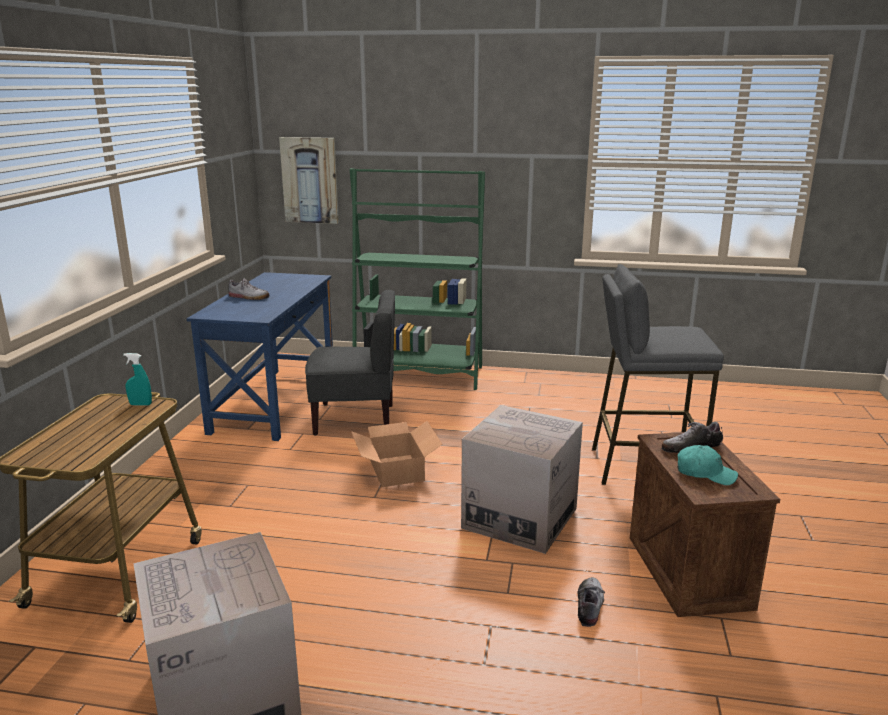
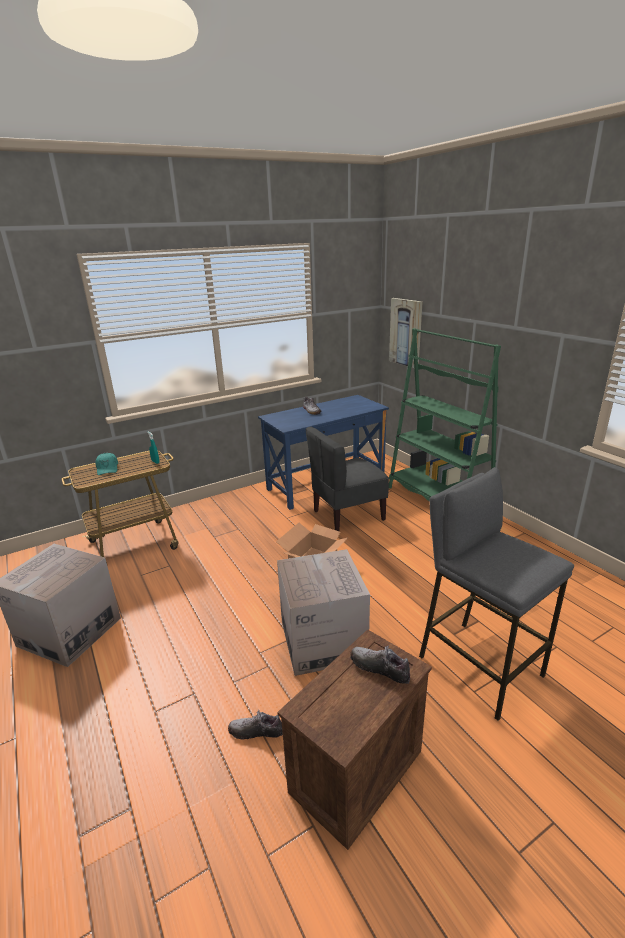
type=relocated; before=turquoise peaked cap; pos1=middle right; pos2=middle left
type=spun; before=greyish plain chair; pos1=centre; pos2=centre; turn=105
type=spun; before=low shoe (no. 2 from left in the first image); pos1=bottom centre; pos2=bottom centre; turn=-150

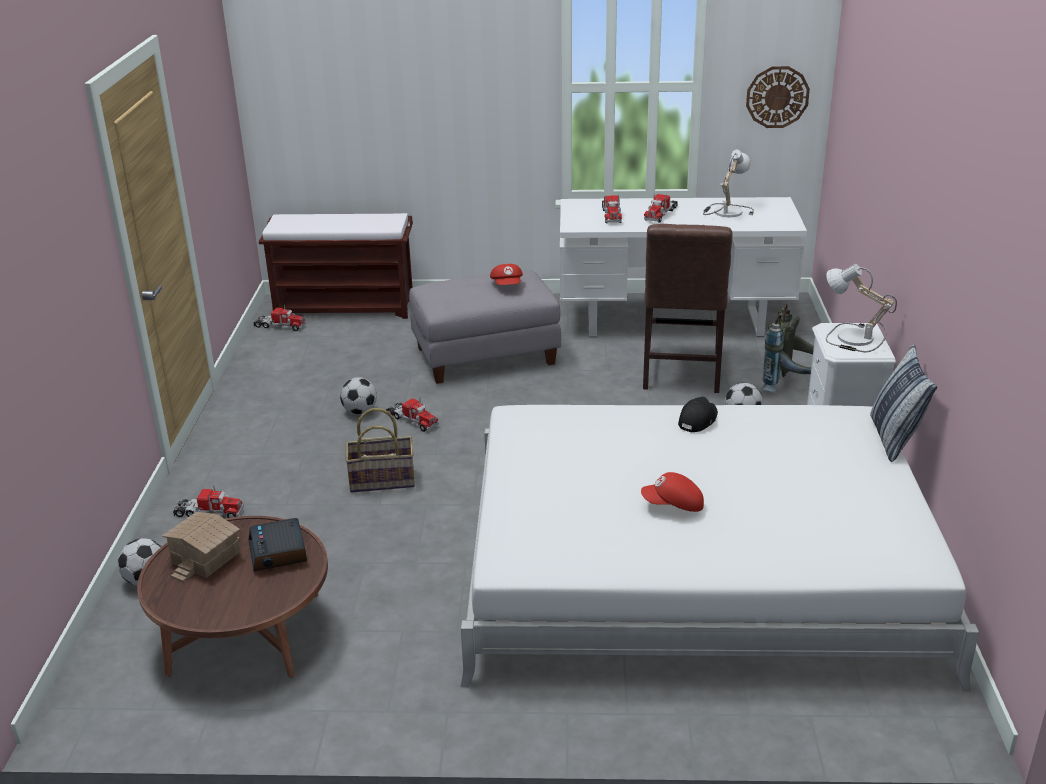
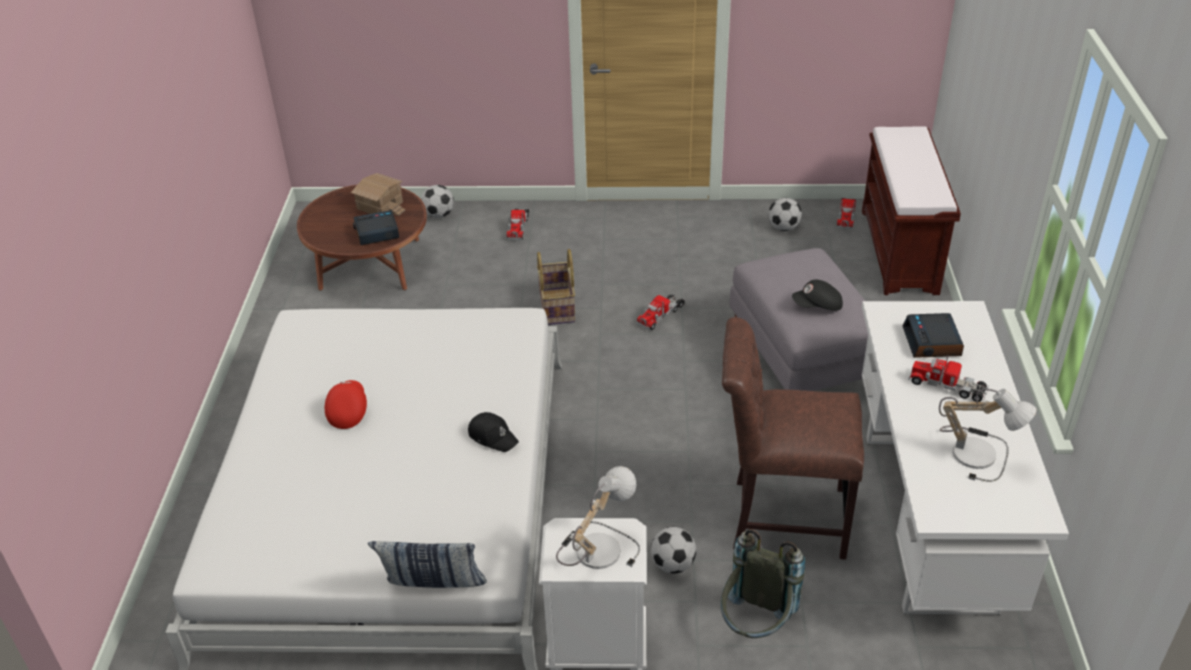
type=missing; before=hanging clock; pos1=top right
type=relocated; before=football (no. 2 from left in the first image); after=football (no. 3 from left); pos1=centre; pos2=top centre
type=exchanged; before=toy truck (no. 4 from left); after=table clock (no. 2 from left); pos1=top centre; pos2=middle right
type=colour; before=reddish peaked cap (no. 1 from left); after=black peaked cap (no. 2 from left); pos1=centre; pos2=middle right

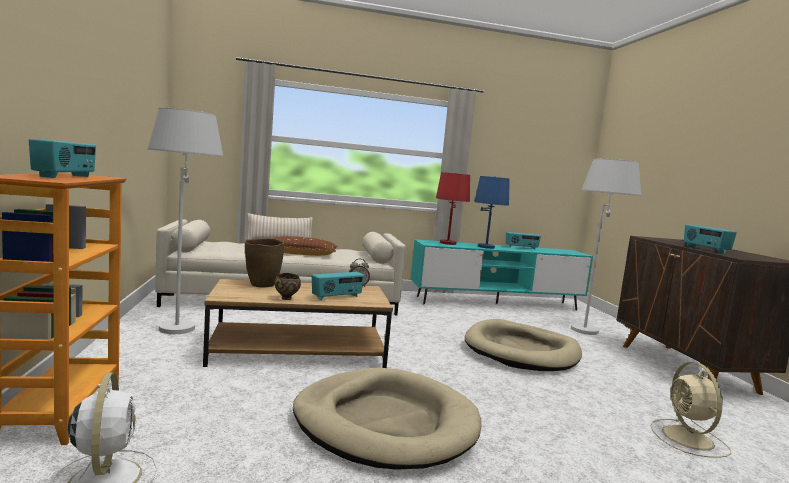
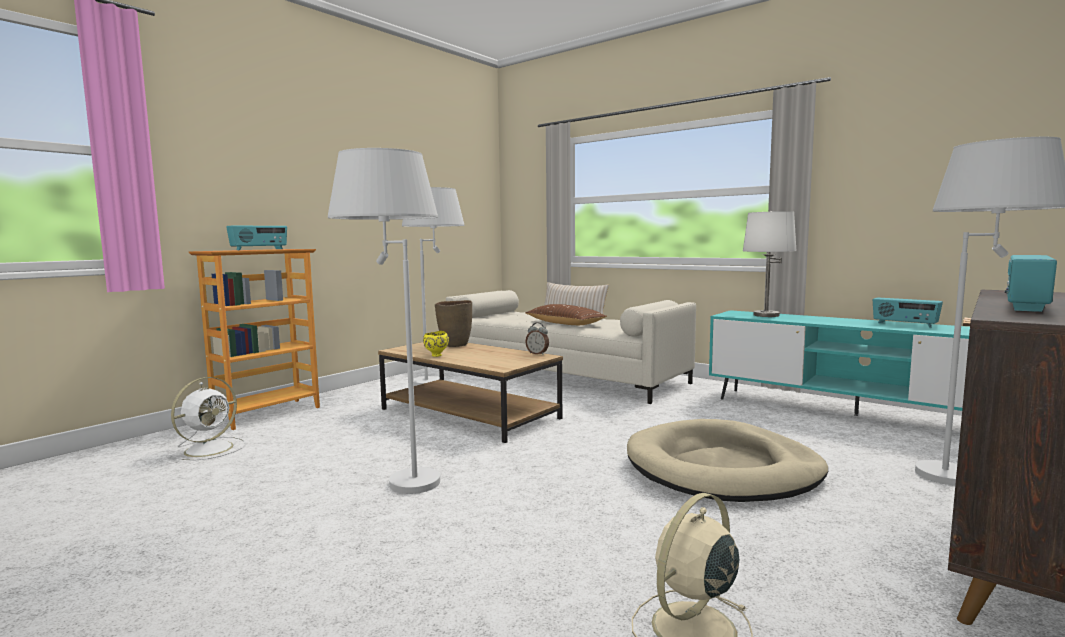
type=missing; before=radio set (no. 2 from left); pos1=centre
type=missing; before=bluish tabletop lamp; pos1=centre
type=exchanged; before=sand-coloured pet bed (no. 1 from left); after=whitish standard lamp (no. 1 from left); pos1=bottom centre; pos2=centre
type=colour; before=brown-coloured serving bowl; after=yellow-coloured serving bowl; pos1=centre; pos2=centre
type=colour; before=reddish tabletop lamp; after=whitish tabletop lamp; pos1=centre; pos2=middle right

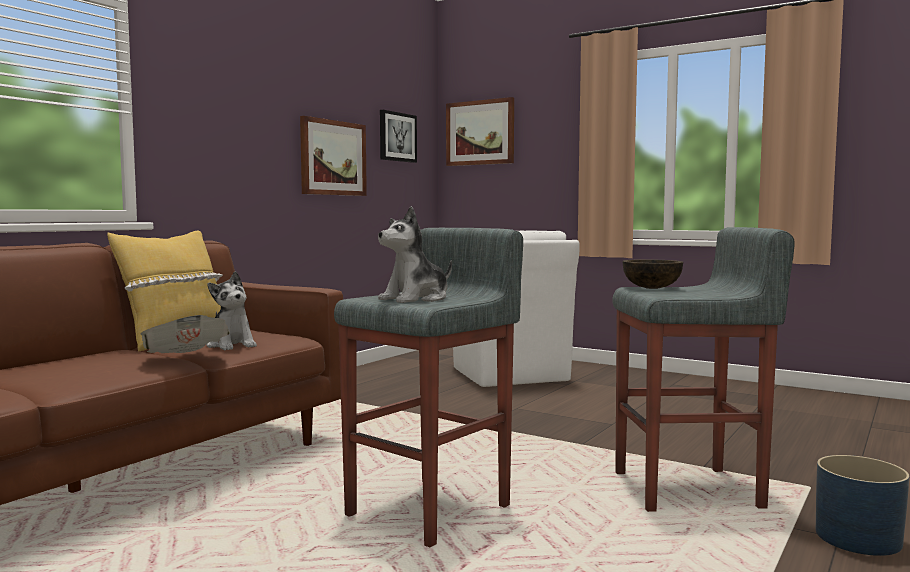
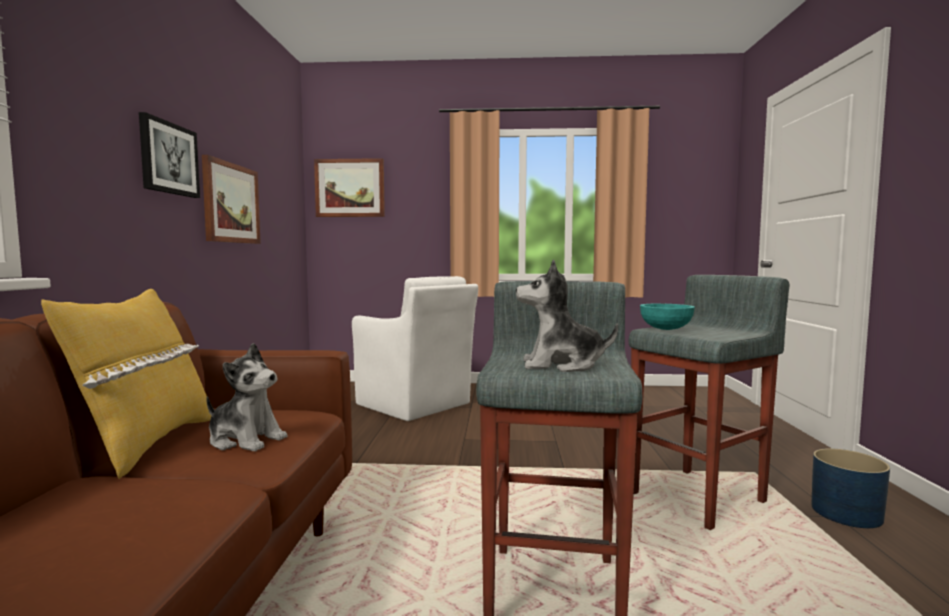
type=missing; before=printed paper; pos1=middle left
type=relocated; before=wall picture (no. 2 from left in the first image); after=wall picture (no. 1 from left); pos1=top centre; pos2=top left
type=colour; before=brown-coloured serving bowl; after=turquoise serving bowl; pos1=middle right; pos2=middle right
type=spun; before=plush toy (no. 2 from left); pos1=centre; pos2=centre; turn=75

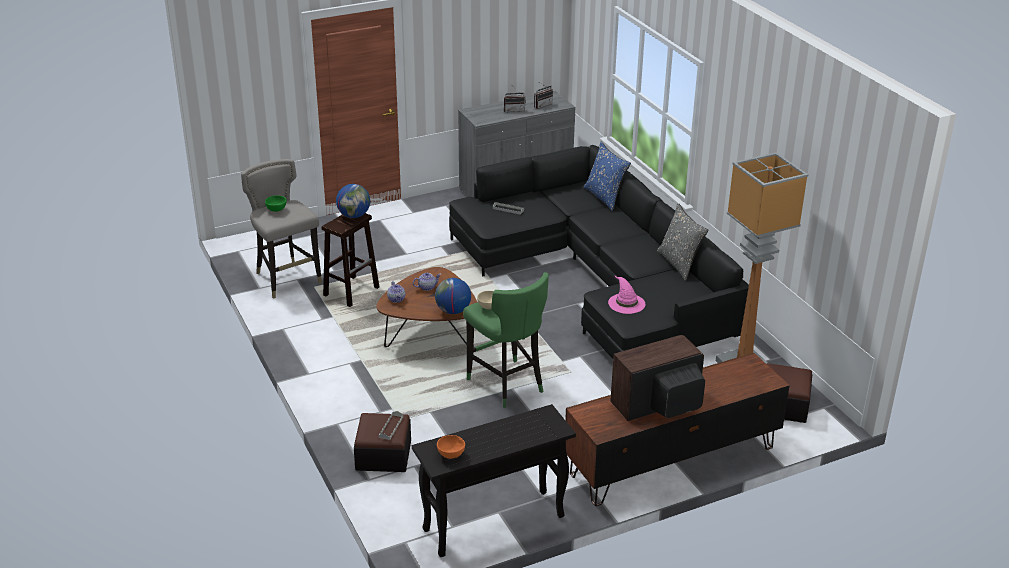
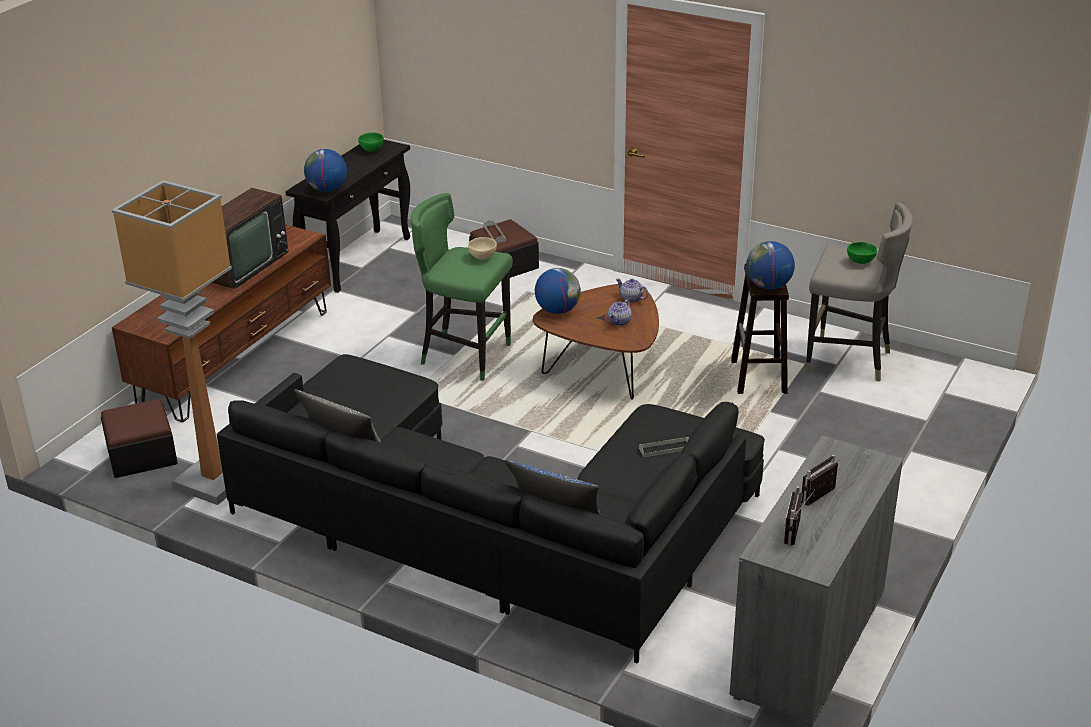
type=missing; before=pink-coloured wearable hat; pos1=centre
type=appeared; after=globe (no. 1 from left); pos2=top left
type=colour; before=orange serving bowl; after=green serving bowl (no. 1 from left); pos1=bottom centre; pos2=top centre

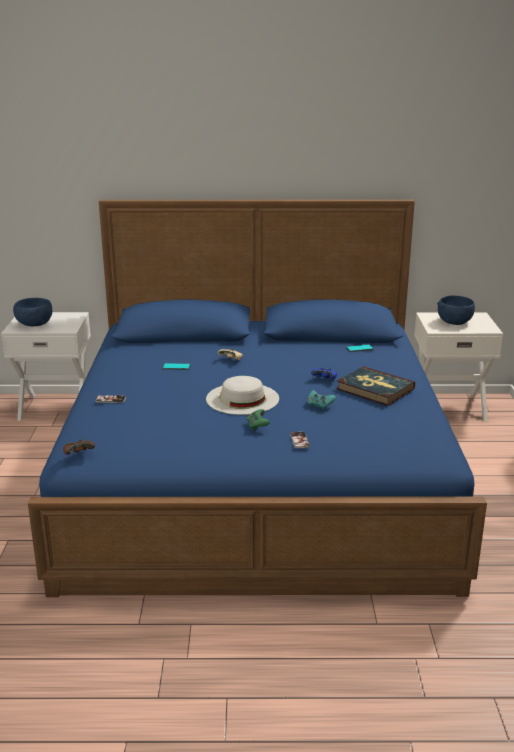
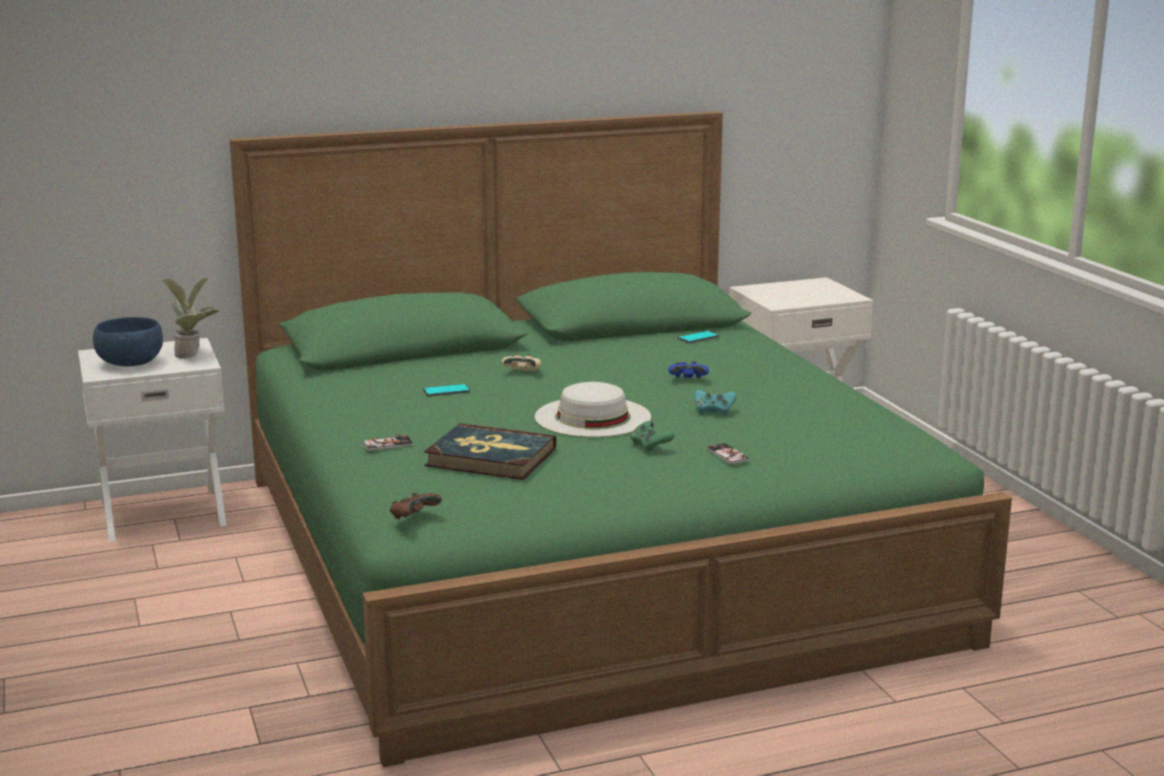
type=missing; before=bluish serving bowl (no. 2 from left); pos1=middle right
type=appeared; after=potted plant; pos2=middle left
type=relocated; before=bound book; pos1=middle right; pos2=centre
type=colour; before=bluish bedroom bed; after=green bedroom bed; pos1=centre; pos2=centre

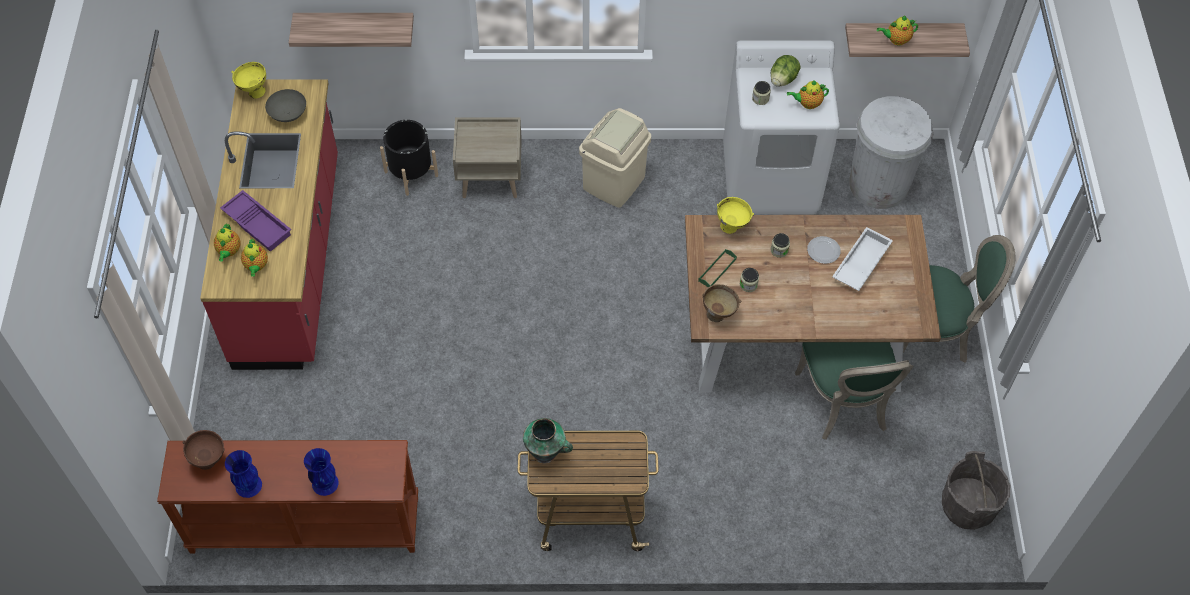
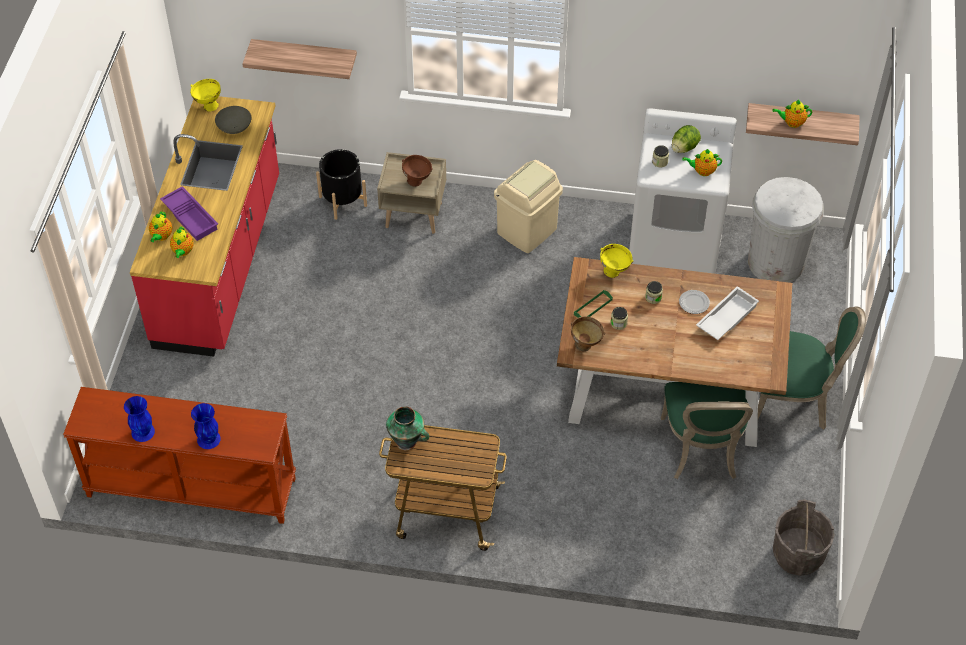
type=relocated; before=brown-coloured serving bowl (no. 1 from left); pos1=bottom left; pos2=top centre

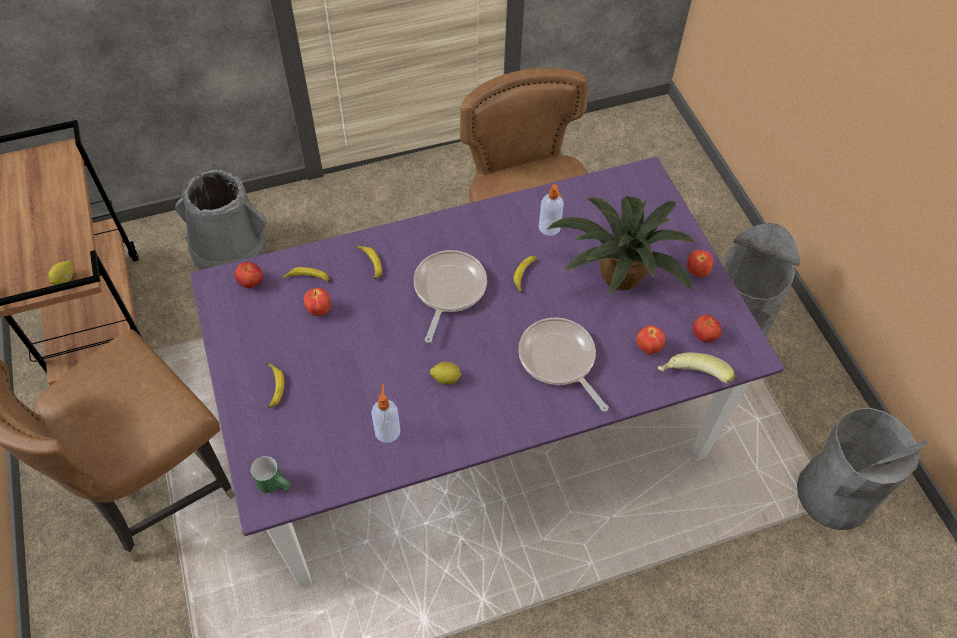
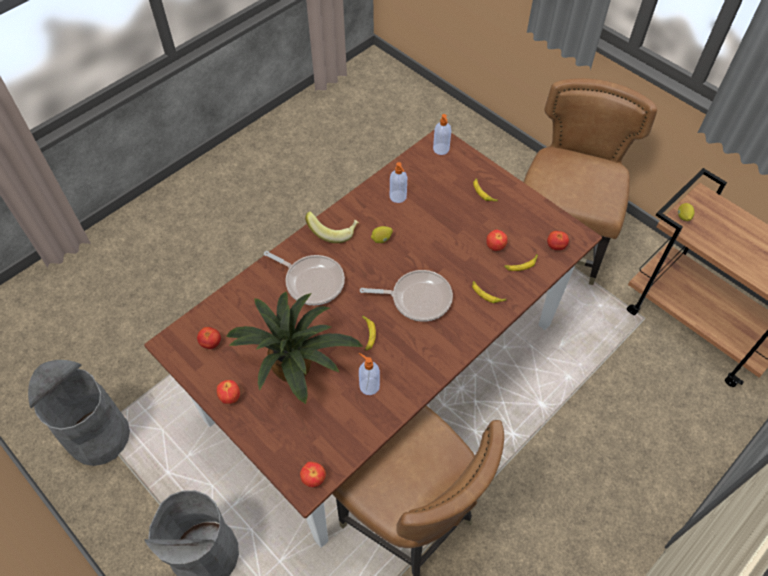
type=missing; before=greyish water bucket; pos1=middle left
type=relocated; before=apple (no. 2 from left); pos1=middle right; pos2=bottom centre
type=relocated; before=banana (no. 5 from left in the first image); after=banana (no. 1 from left); pos1=middle right; pos2=centre
type=exchanged; before=green coffee mug; after=soap bottle (no. 3 from left); pos1=bottom left; pos2=top centre
type=colour; before=purplish dinner table; after=brown-coloured dinner table; pos1=centre; pos2=centre
type=spun; before=frying pan (no. 1 from left in the first image); pos1=centre; pos2=centre; turn=-75

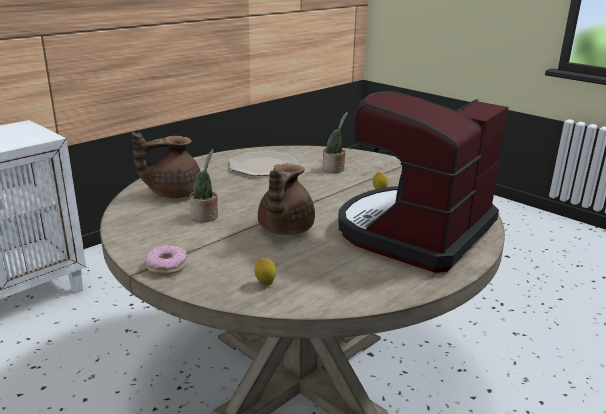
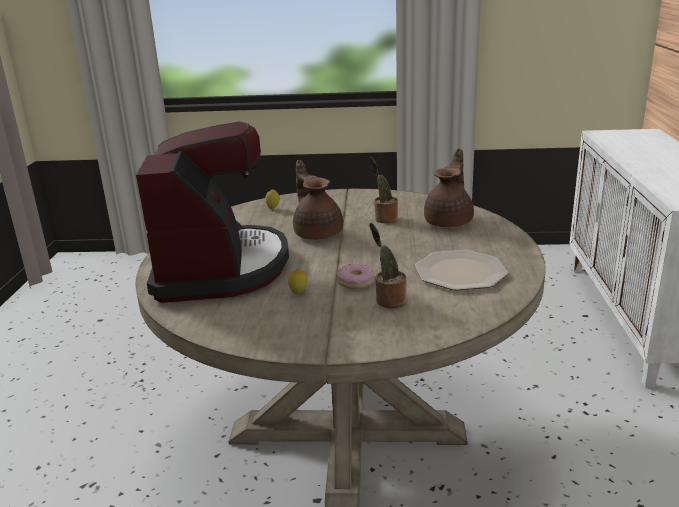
type=relocated; before=ring doughnut; pos1=middle left; pos2=centre

